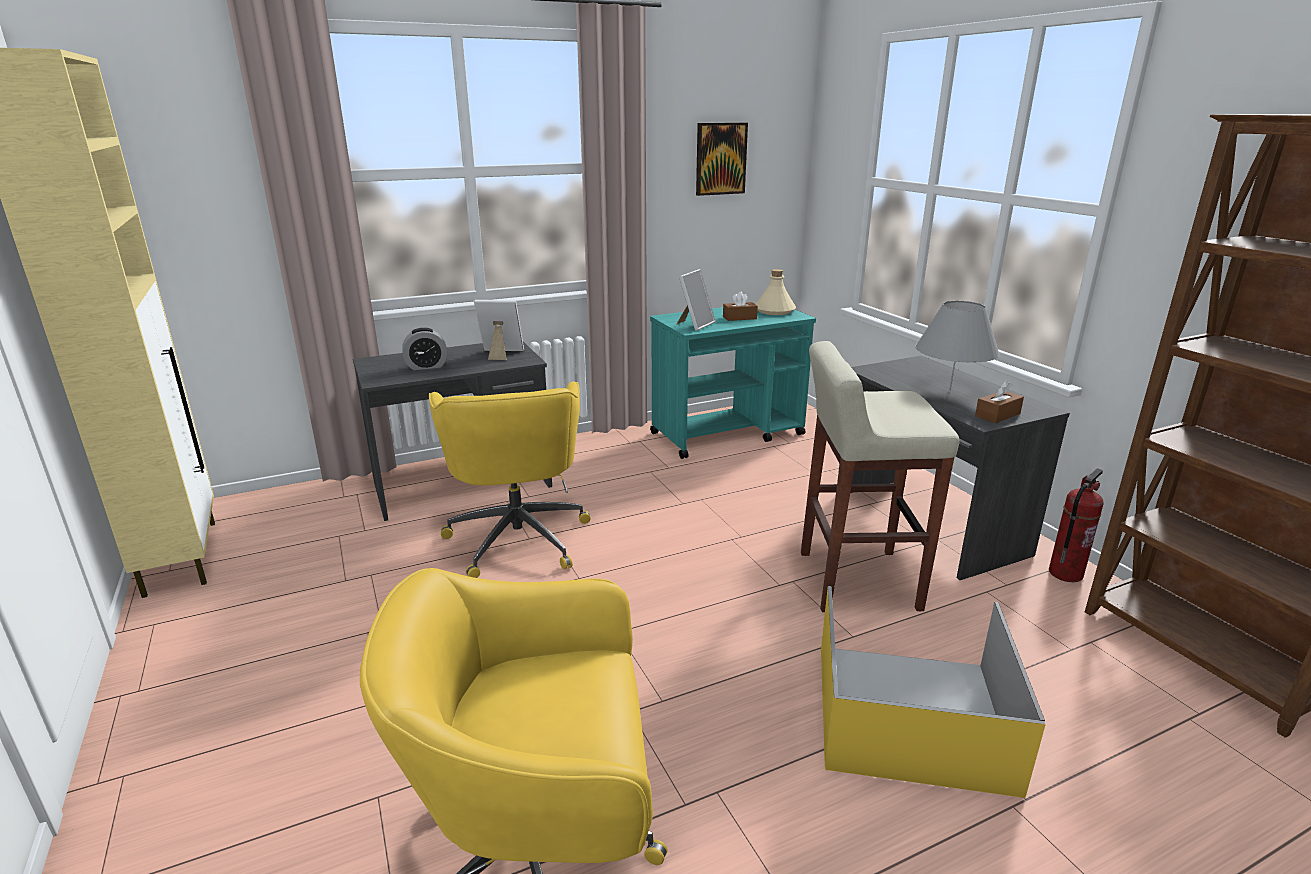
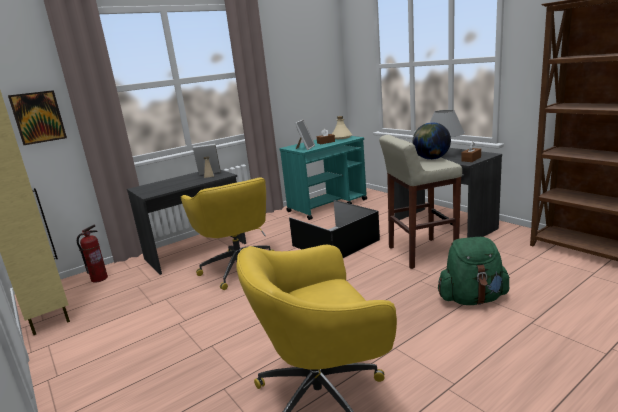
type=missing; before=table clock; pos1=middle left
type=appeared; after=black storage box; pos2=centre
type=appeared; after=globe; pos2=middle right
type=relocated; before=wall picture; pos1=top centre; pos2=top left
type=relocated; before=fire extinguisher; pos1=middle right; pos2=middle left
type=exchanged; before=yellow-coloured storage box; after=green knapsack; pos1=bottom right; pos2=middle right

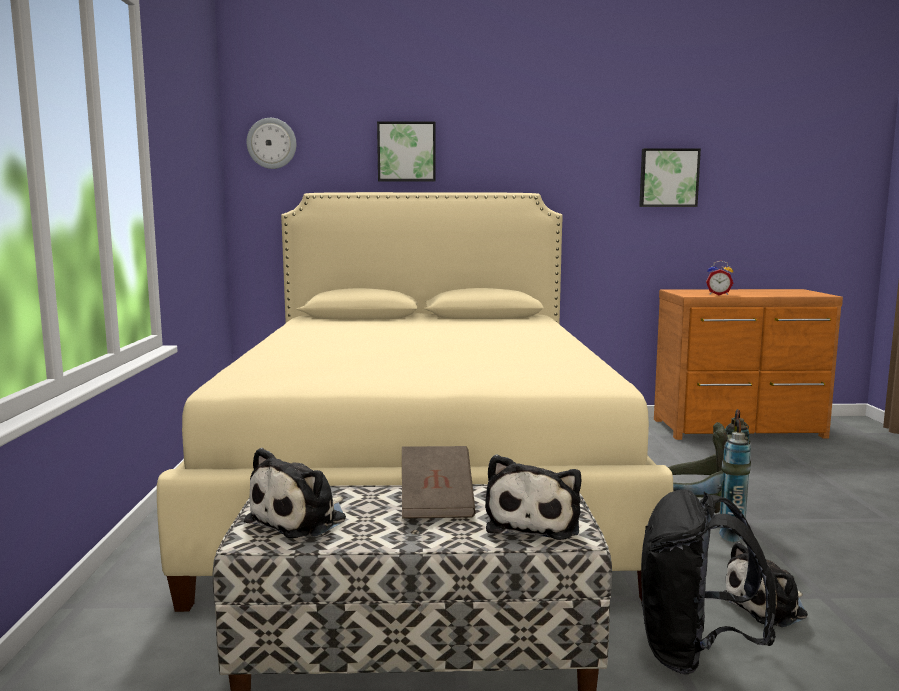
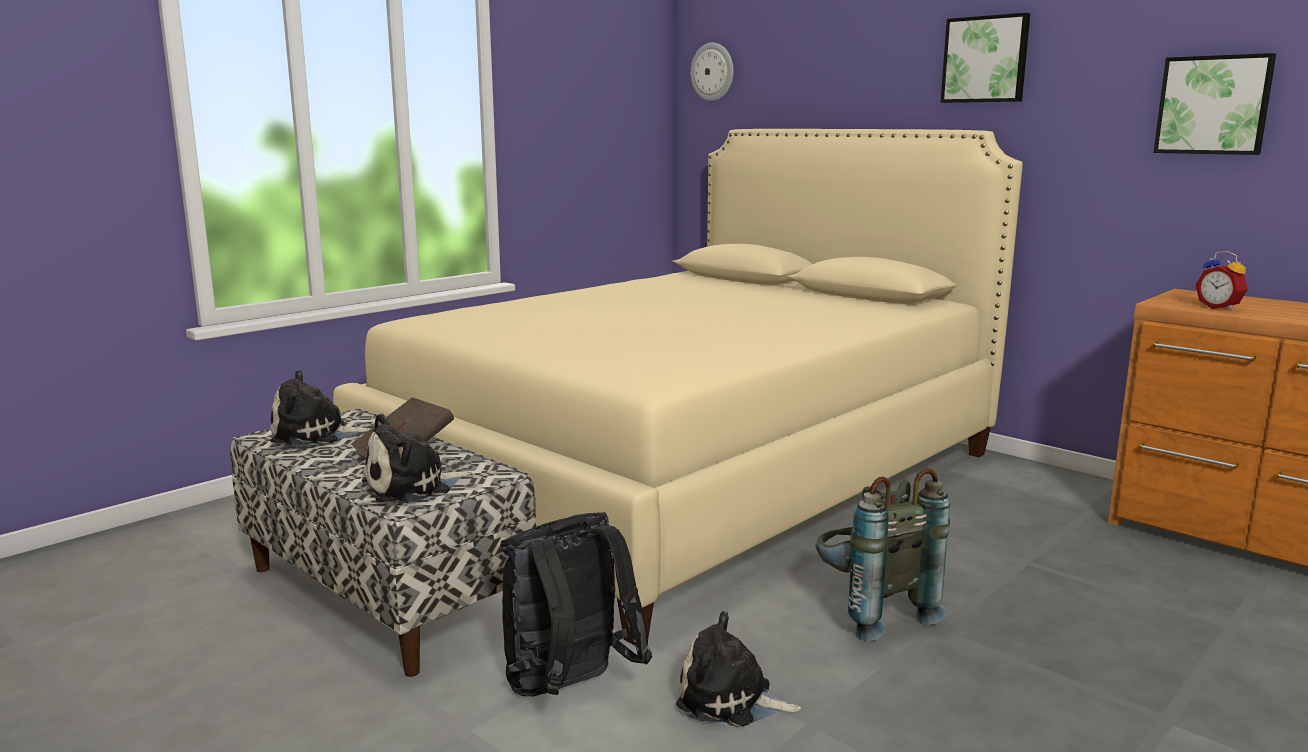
type=relocated; before=wall picture (no. 1 from left); pos1=top centre; pos2=top right

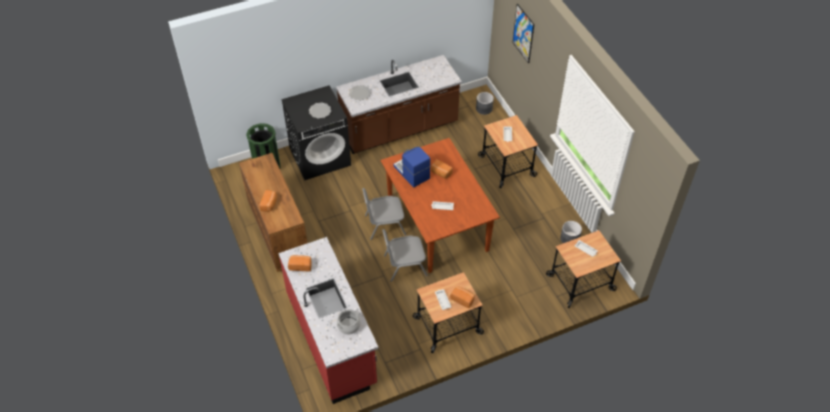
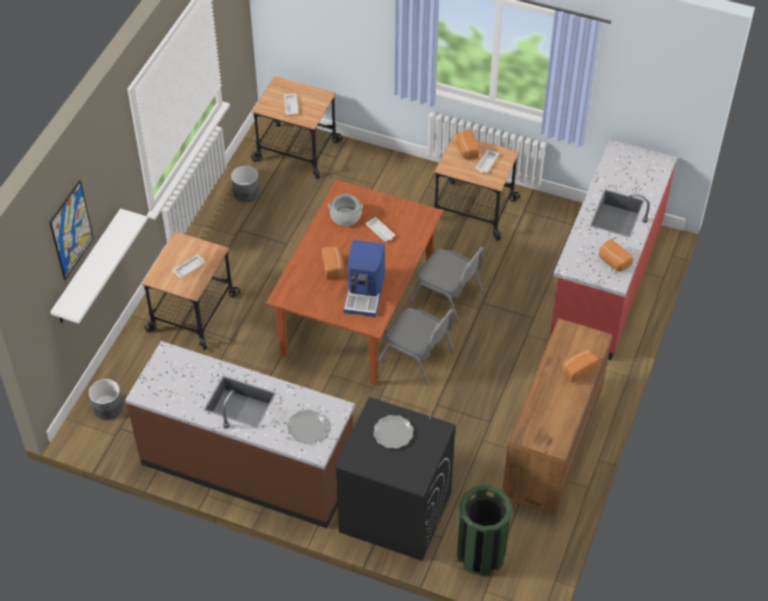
type=appeared; after=whitish bracket shelf; pos2=middle left
type=relocated; before=saucepot; pos1=bottom centre; pos2=centre

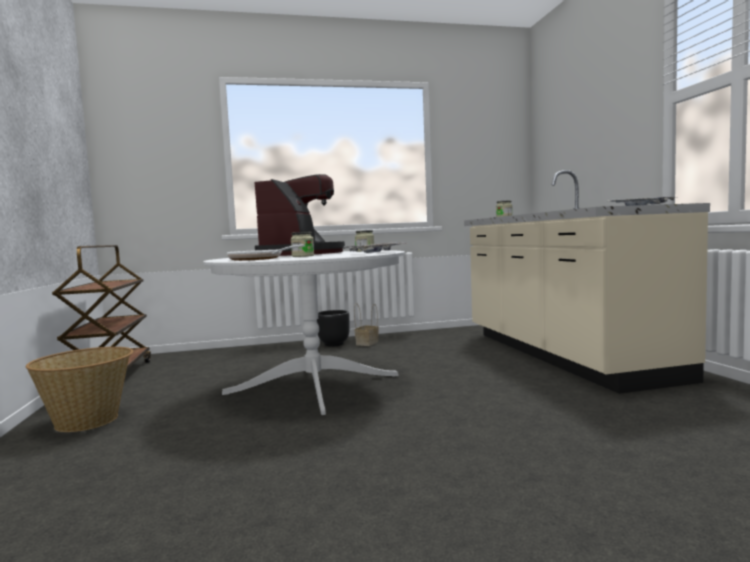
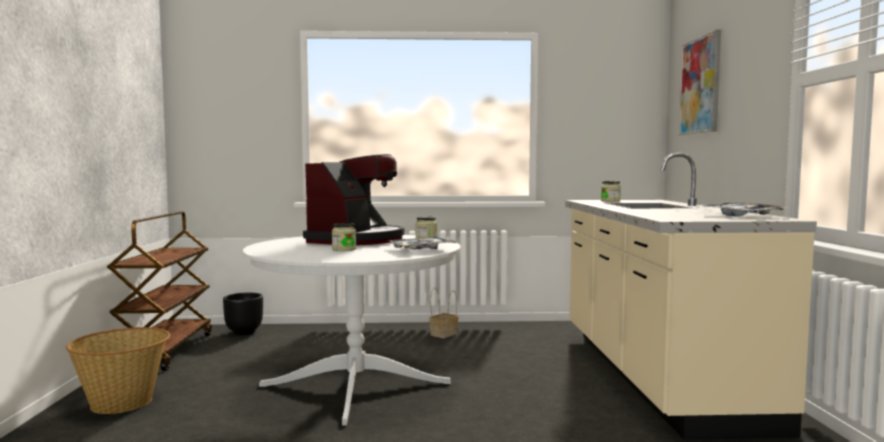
type=missing; before=frying pan; pos1=centre
type=appeared; after=wall picture; pos2=top right
type=relocated; before=black planter; pos1=centre; pos2=bottom left

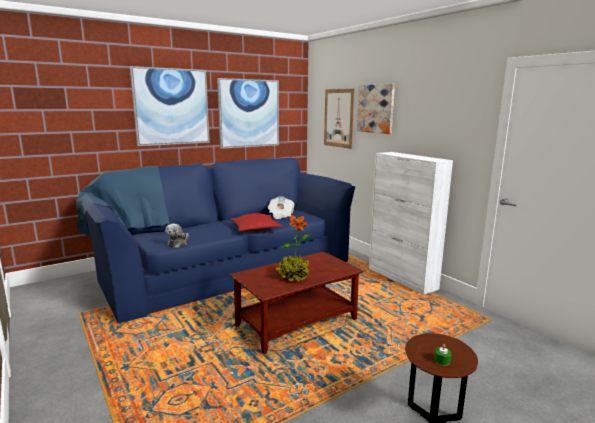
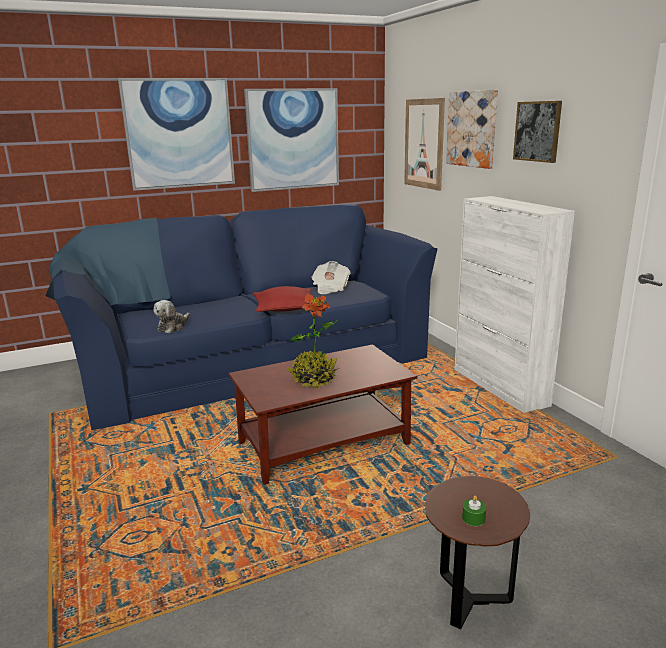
type=appeared; after=wall picture (no. 5 from left); pos2=top right

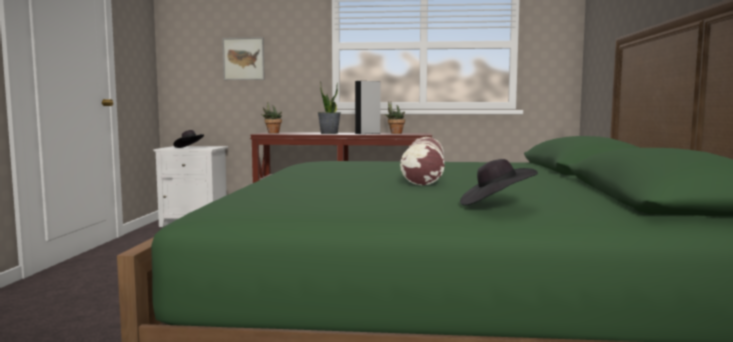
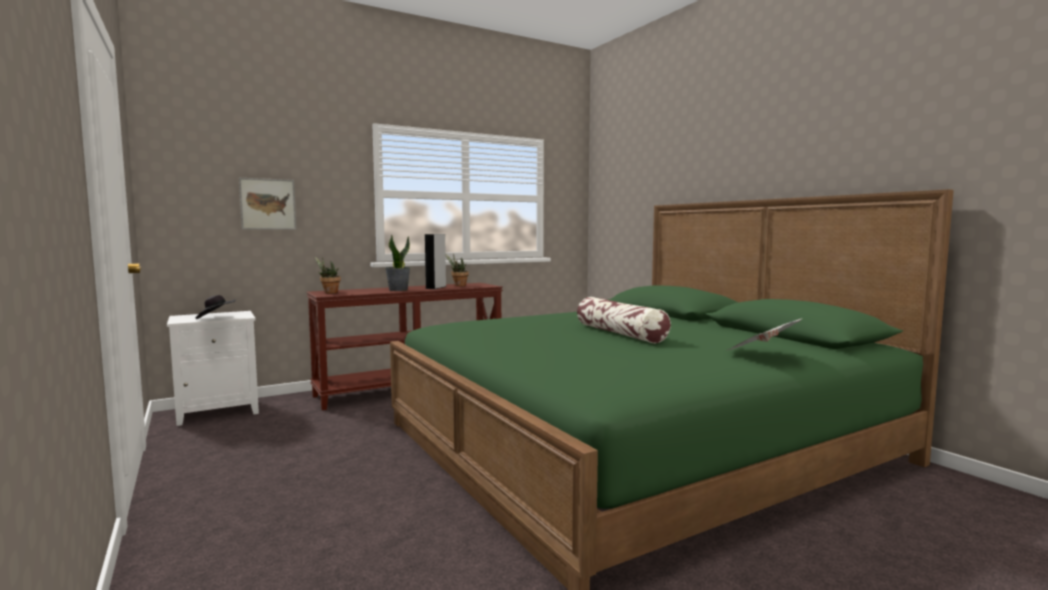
type=exchanged; before=black wearable hat (no. 2 from left); after=printed paper; pos1=middle right; pos2=middle right

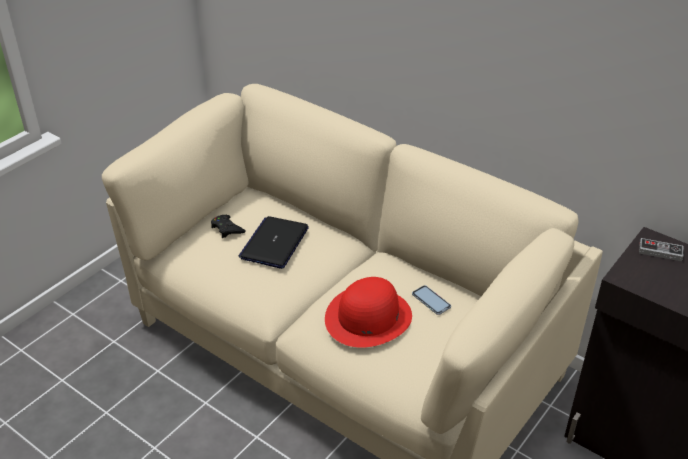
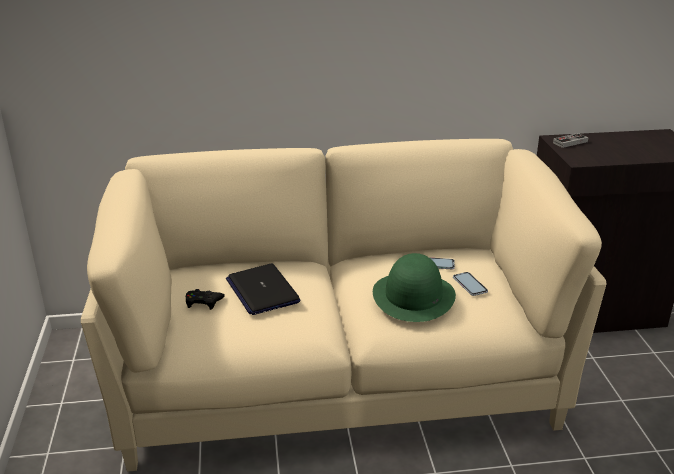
type=appeared; after=phone (no. 2 from left); pos2=middle right
type=colour; before=reddish wearable hat; after=green wearable hat; pos1=bottom centre; pos2=centre

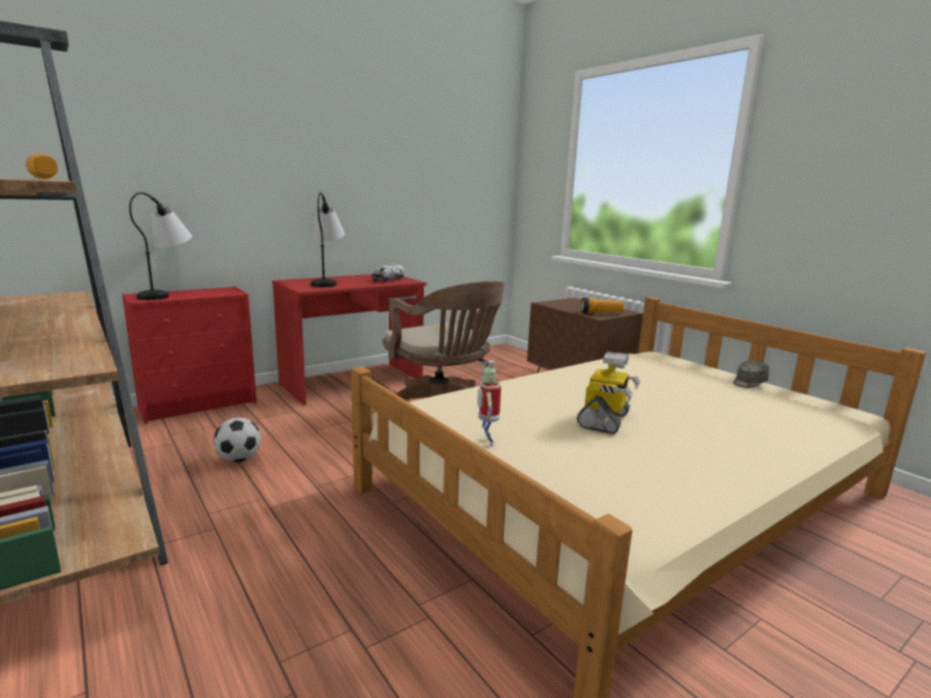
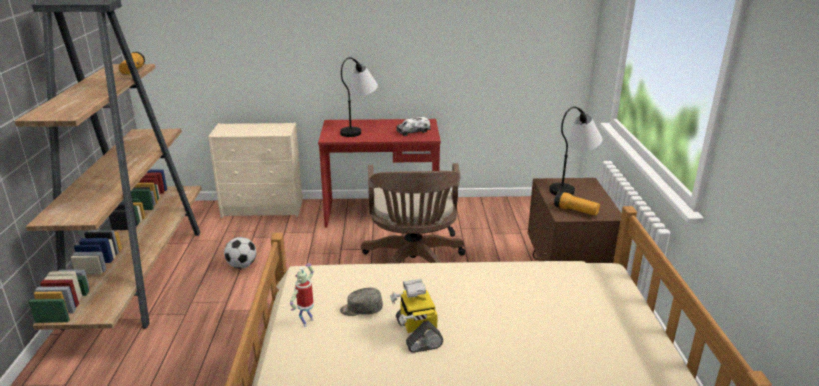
type=relocated; before=tabletop lamp (no. 1 from left in the first image); after=tabletop lamp (no. 2 from left); pos1=middle left; pos2=middle right
type=relocated; before=greyish peaked cap; pos1=middle right; pos2=bottom centre
type=colour; before=reddish chest of drawers; after=sand-coloured chest of drawers; pos1=middle left; pos2=middle left
type=spun; before=toy robot (no. 2 from left); pos1=centre; pos2=bottom centre; turn=105

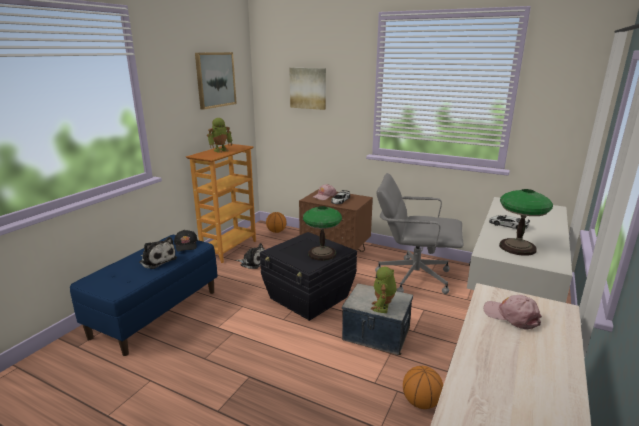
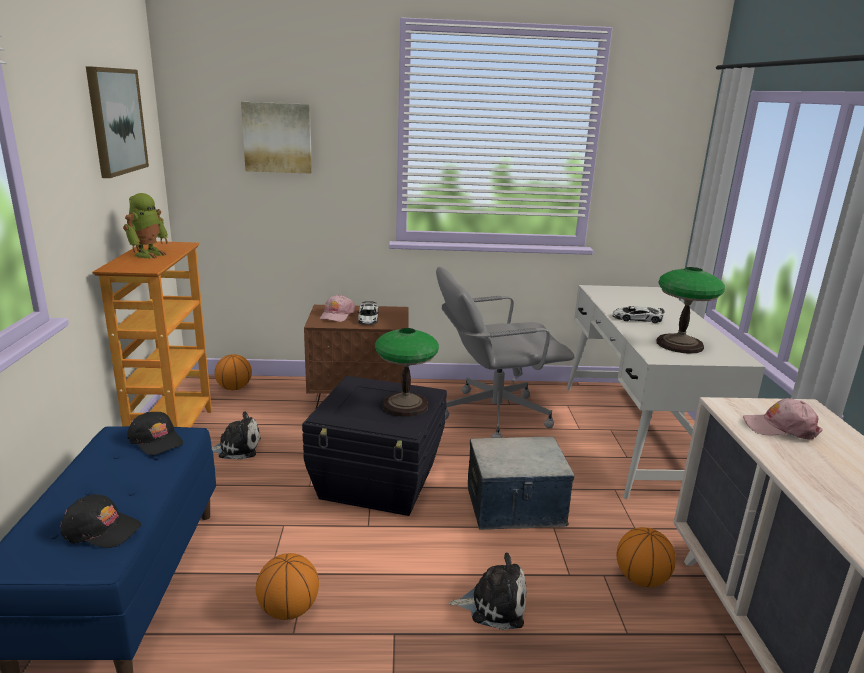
type=missing; before=toy robot (no. 2 from left); pos1=bottom centre
type=appeared; after=black peaked cap (no. 1 from left); pos2=bottom left
type=appeared; after=basketball (no. 2 from left); pos2=bottom left
type=relocated; before=plush toy (no. 1 from left in the first image); after=plush toy (no. 2 from left); pos1=middle left; pos2=bottom centre

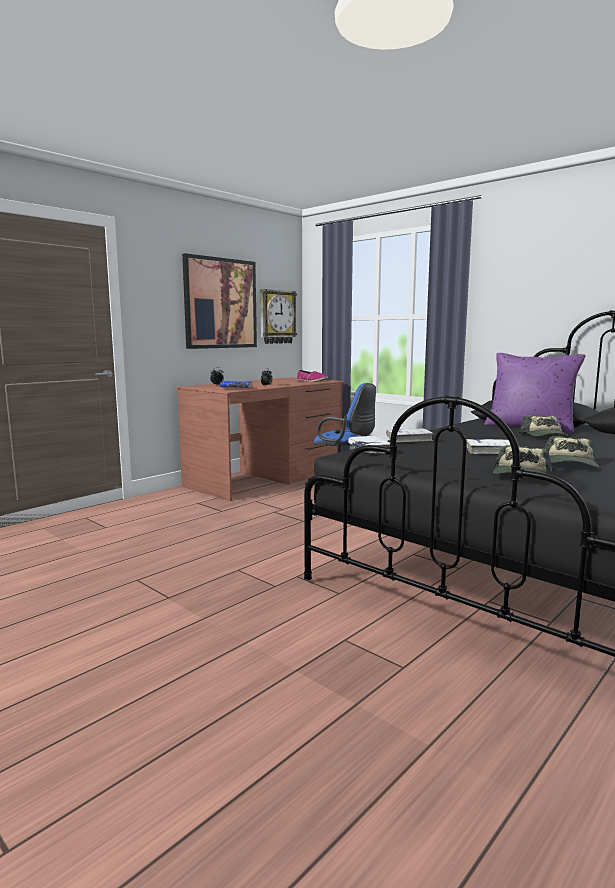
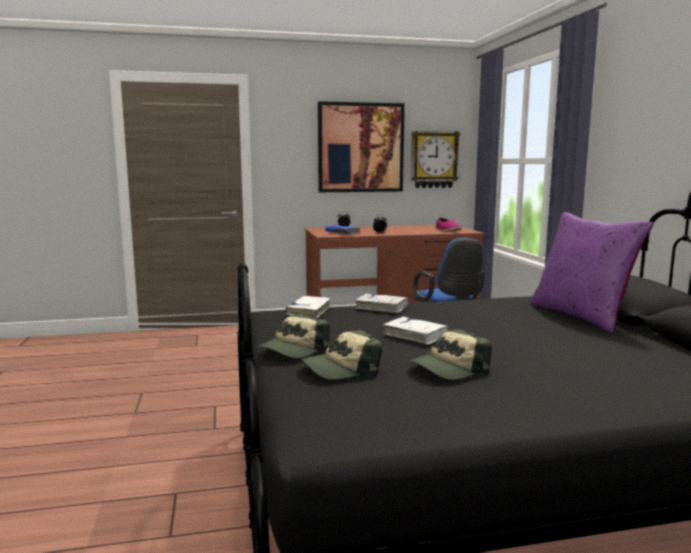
type=relocated; before=peaked cap (no. 2 from left in the first image); after=peaked cap (no. 1 from left); pos1=middle right; pos2=centre

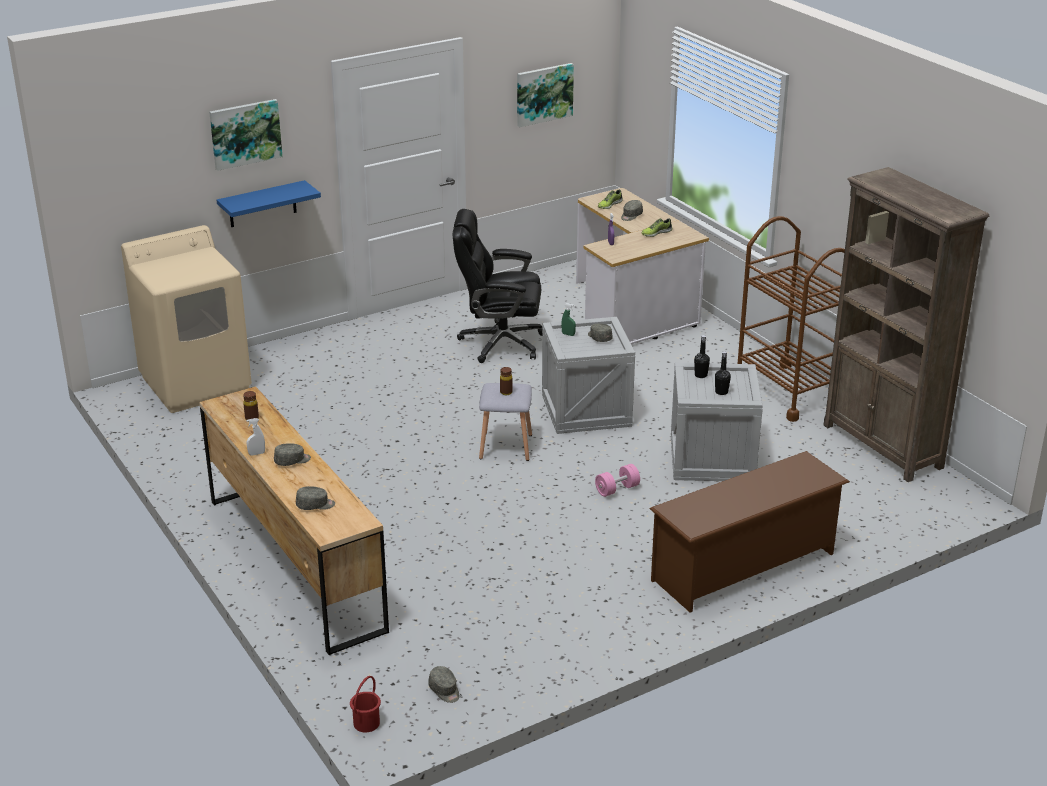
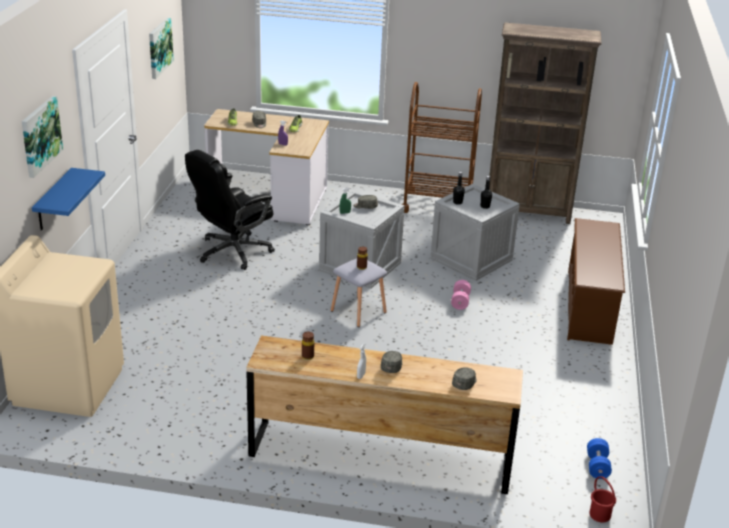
type=exchanged; before=greyish peaked cap (no. 3 from left); after=bluish hand weight; pos1=bottom centre; pos2=bottom right

